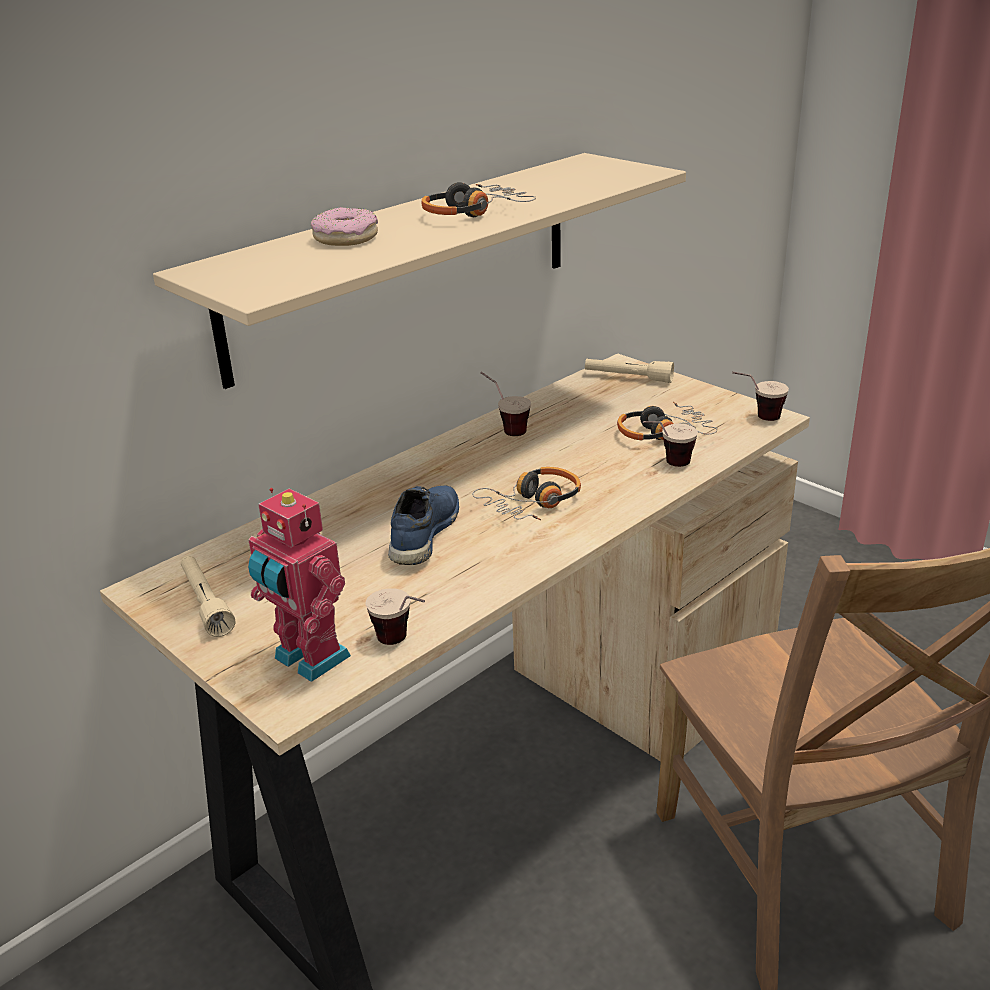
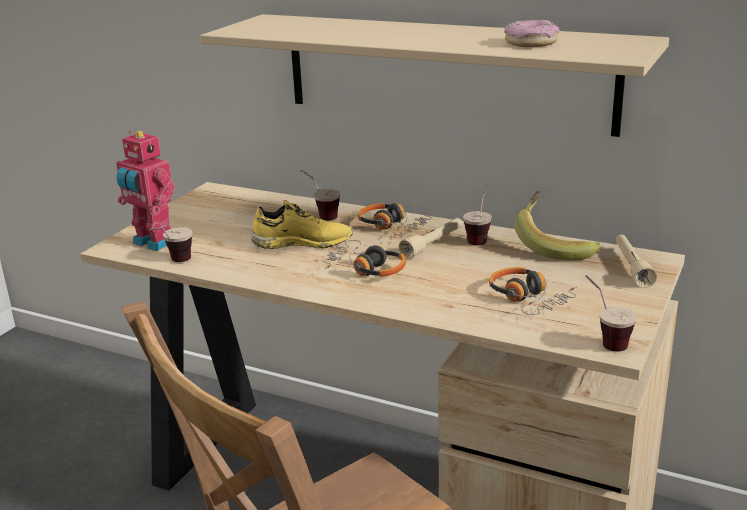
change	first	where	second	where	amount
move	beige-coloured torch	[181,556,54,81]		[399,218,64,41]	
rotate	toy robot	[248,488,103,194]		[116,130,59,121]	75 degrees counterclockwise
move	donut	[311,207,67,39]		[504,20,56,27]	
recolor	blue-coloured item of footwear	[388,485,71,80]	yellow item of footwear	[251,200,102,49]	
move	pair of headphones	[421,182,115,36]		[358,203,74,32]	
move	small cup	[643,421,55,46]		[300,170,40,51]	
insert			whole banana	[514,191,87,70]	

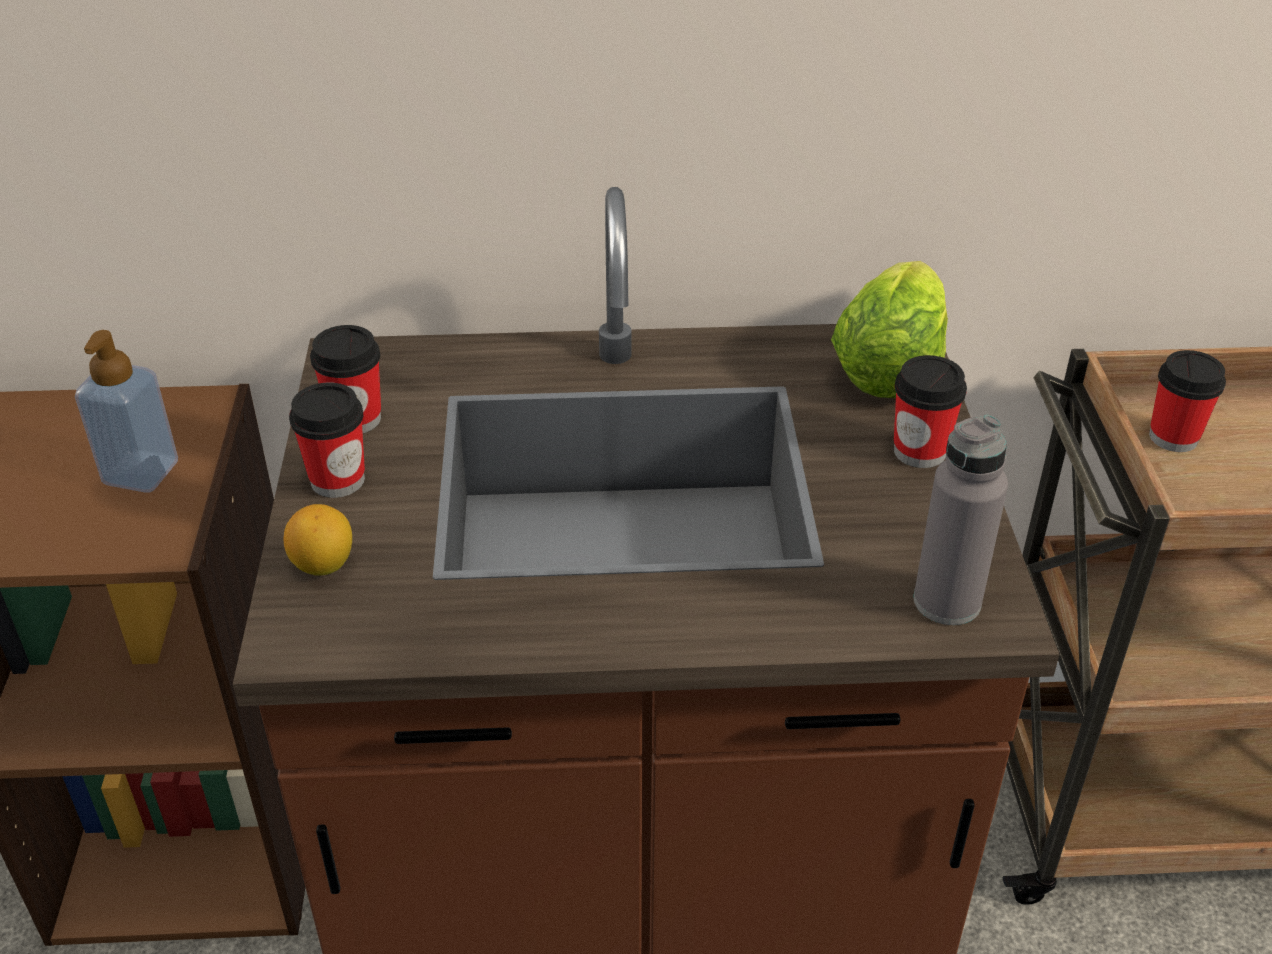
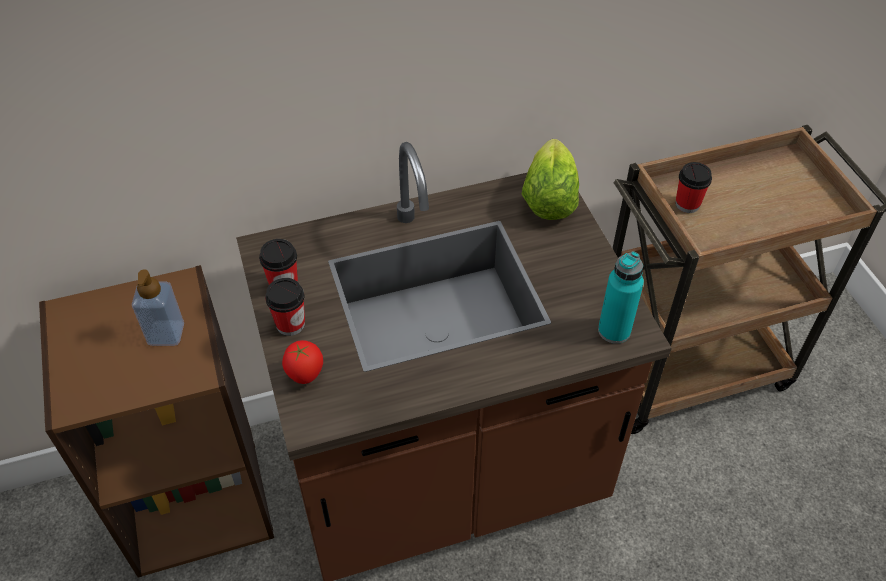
change	first	where	second	where	amount
replace	citrus fruit	[284,504,68,71]	fresh tomato	[282,340,41,44]	
delete	small cup	[894,355,73,113]			
recolor	greyish bottle	[914,415,94,210]	blue-green bottle	[598,251,46,93]	

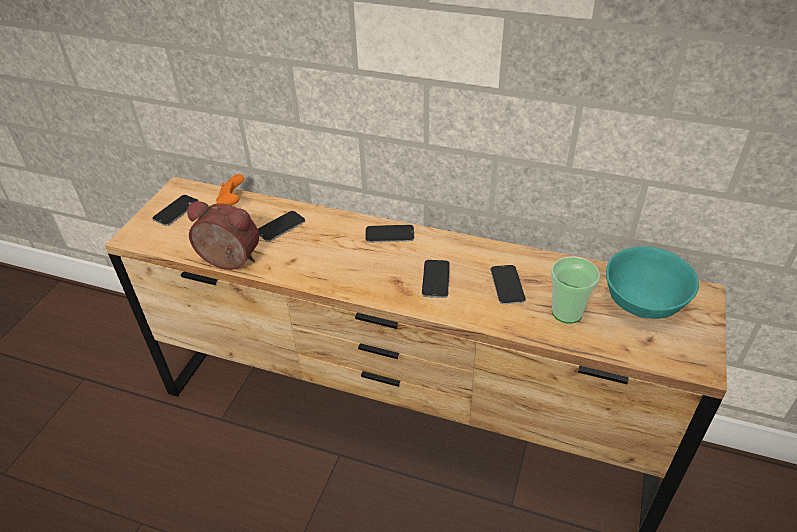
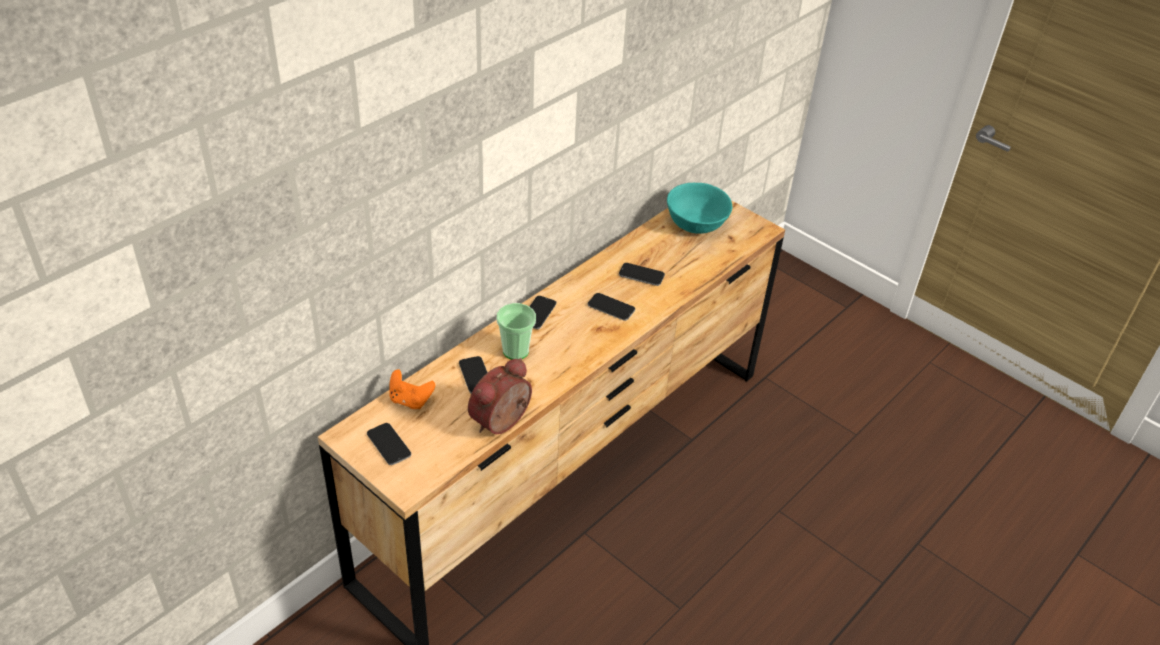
change	first	where	second	where	amount
move	small cup	[551,257,49,67]		[497,303,39,57]	

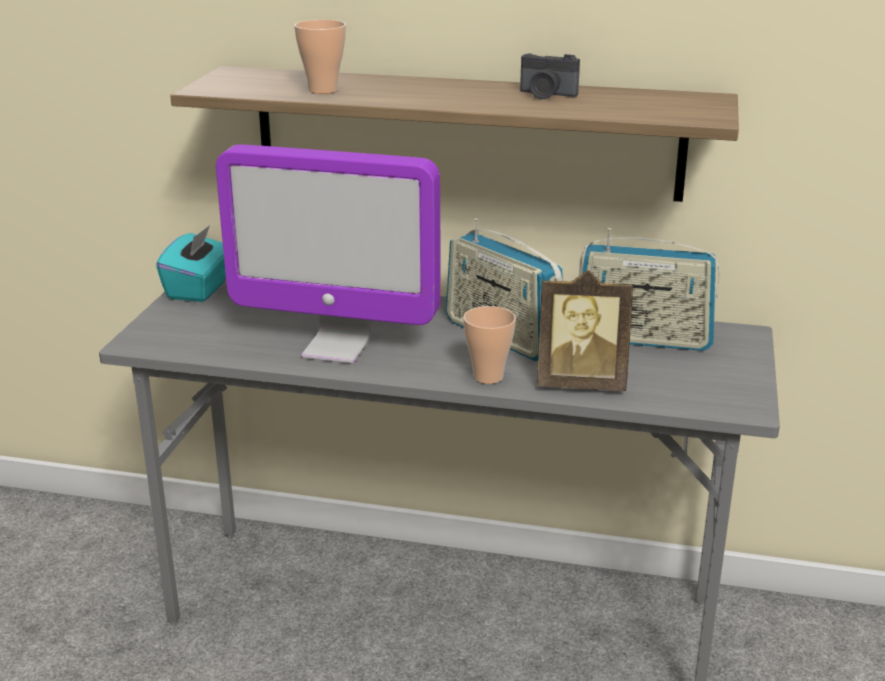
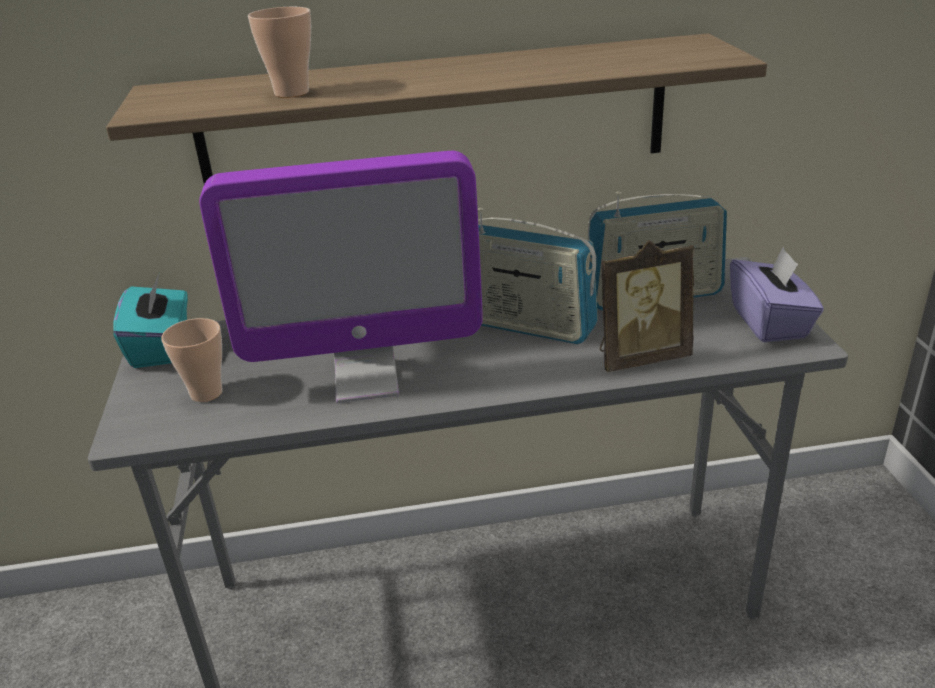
change	first	where	second	where	amount
move	small cup	[463,306,53,78]		[161,318,62,84]	
delete	still camera	[520,53,60,46]			
insert			purplish tissue box	[730,247,94,95]	

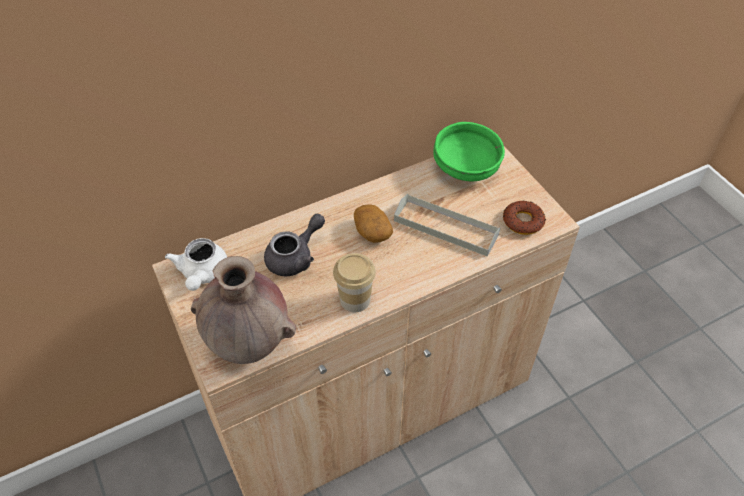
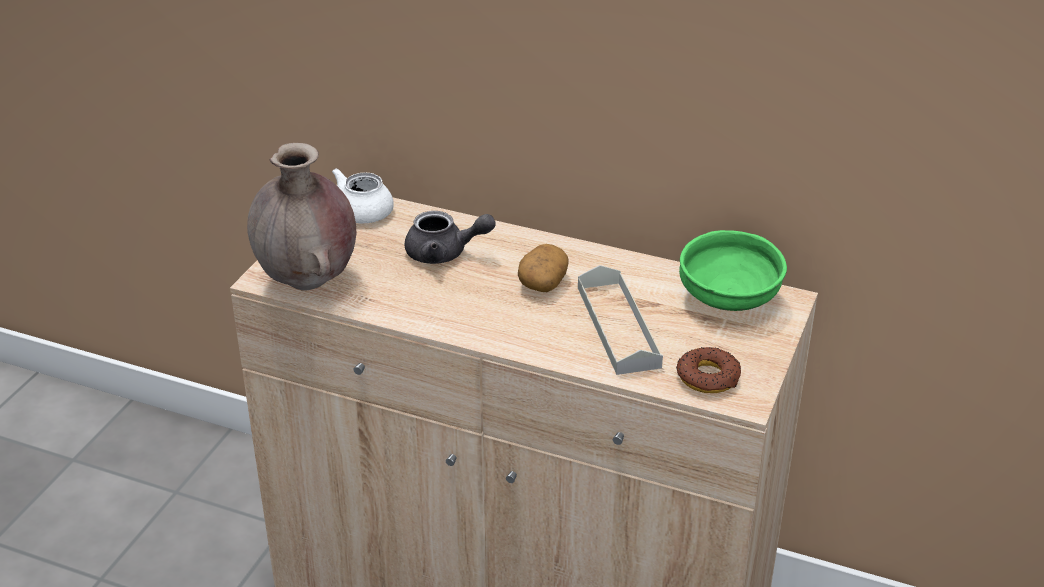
change	first	where	second	where	amount
delete	small cup	[333,253,43,59]			

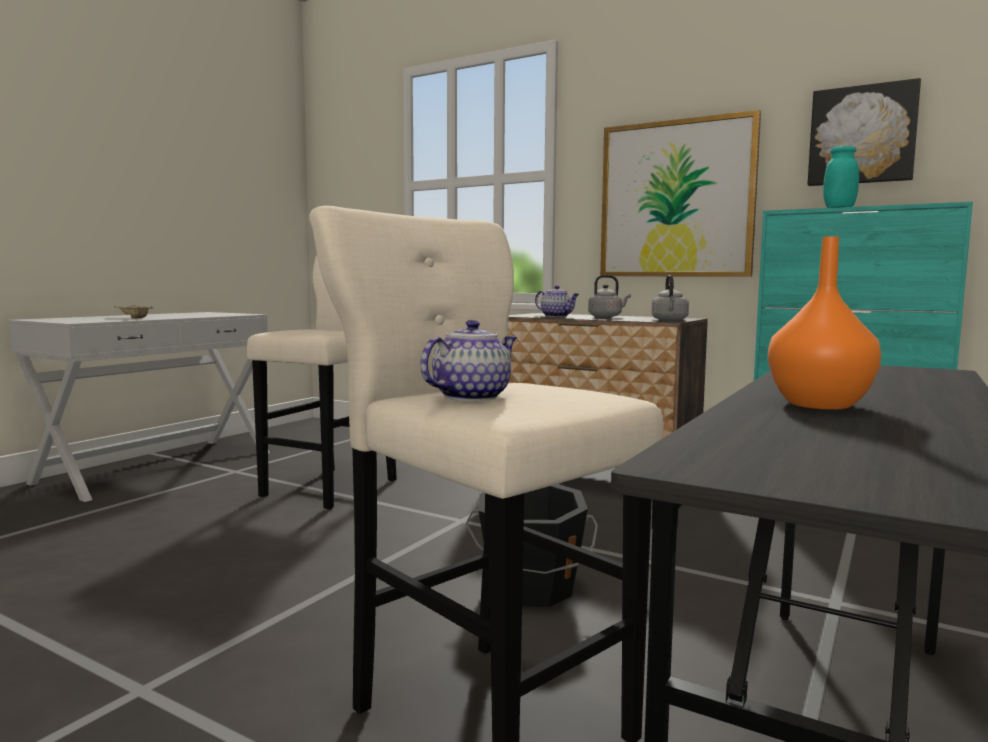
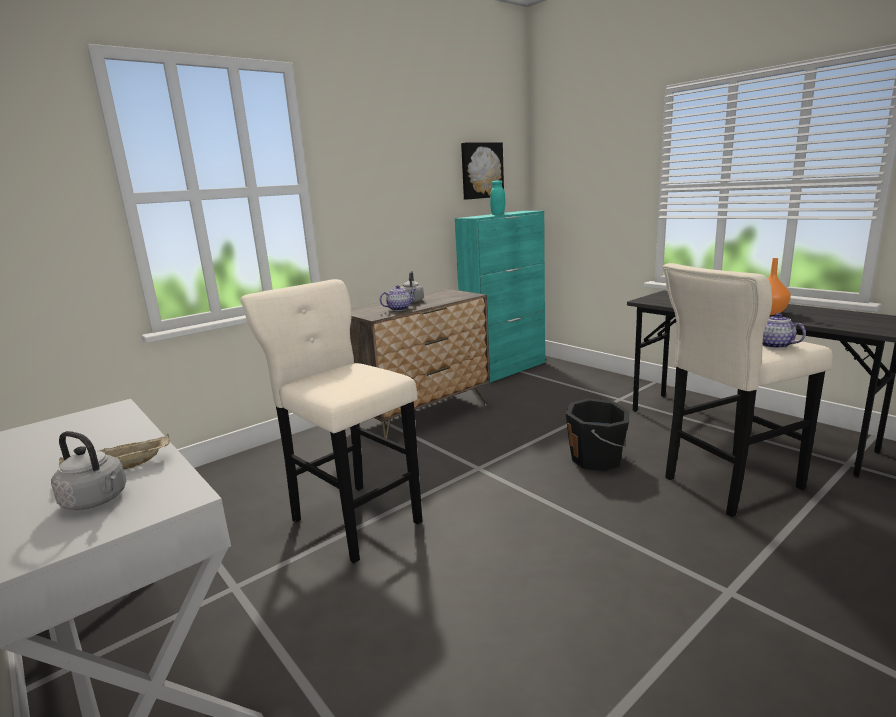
change	first	where	second	where	amount
delete	wall art	[600,110,161,167]			
move	greyish water kettle	[652,275,37,46]		[51,431,75,79]	

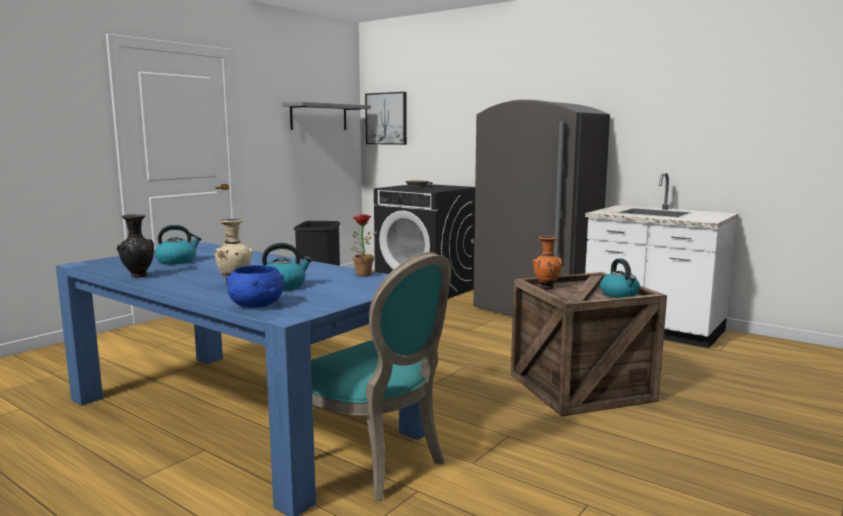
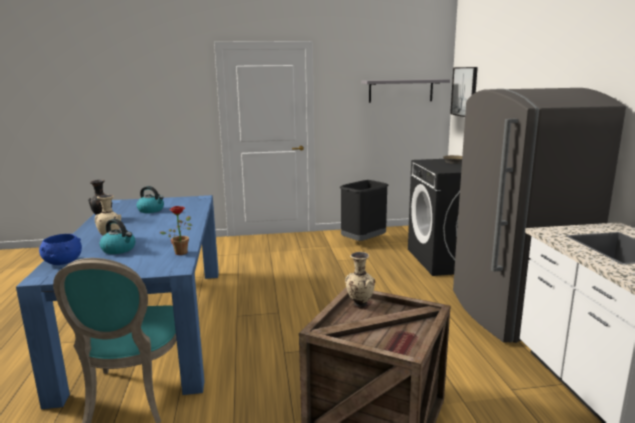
change	first	where	second	where	amount
recolor	orange-coloured flower vase	[533,235,29,54]	beige-coloured flower vase	[345,252,30,56]	
delete	water kettle	[600,259,40,39]			

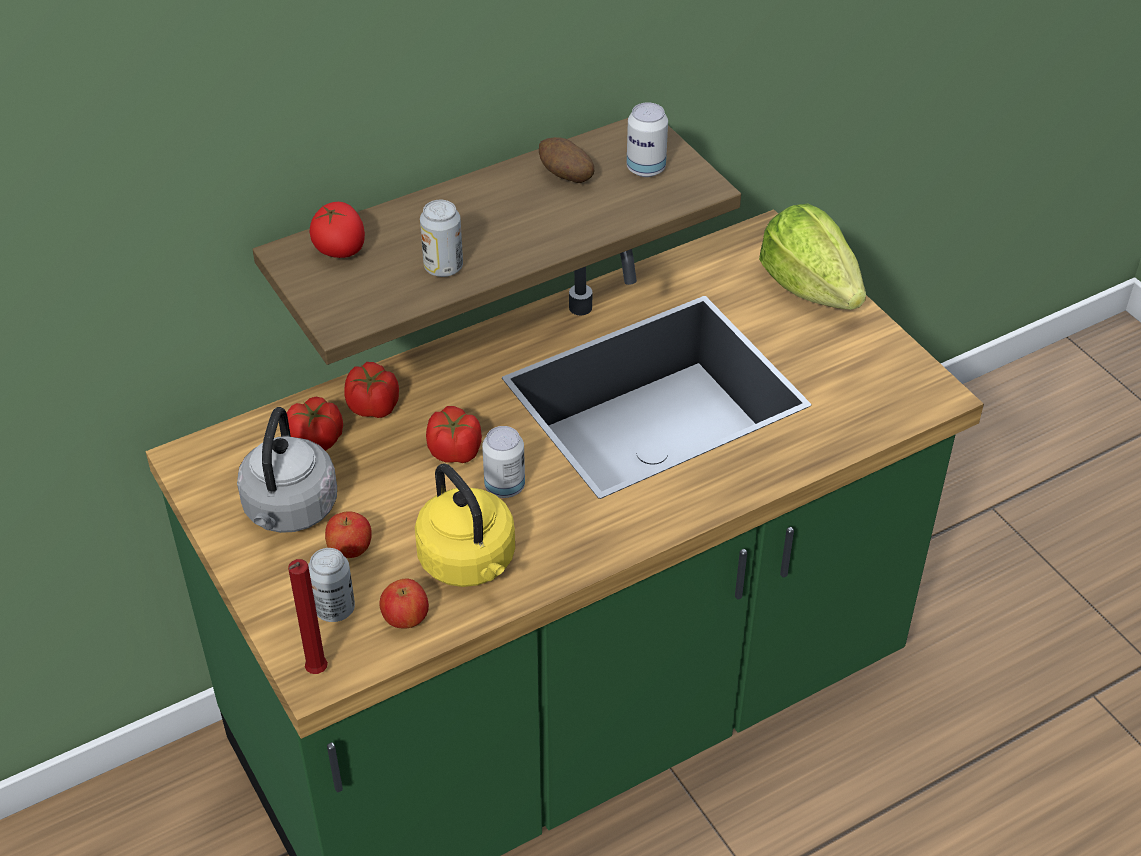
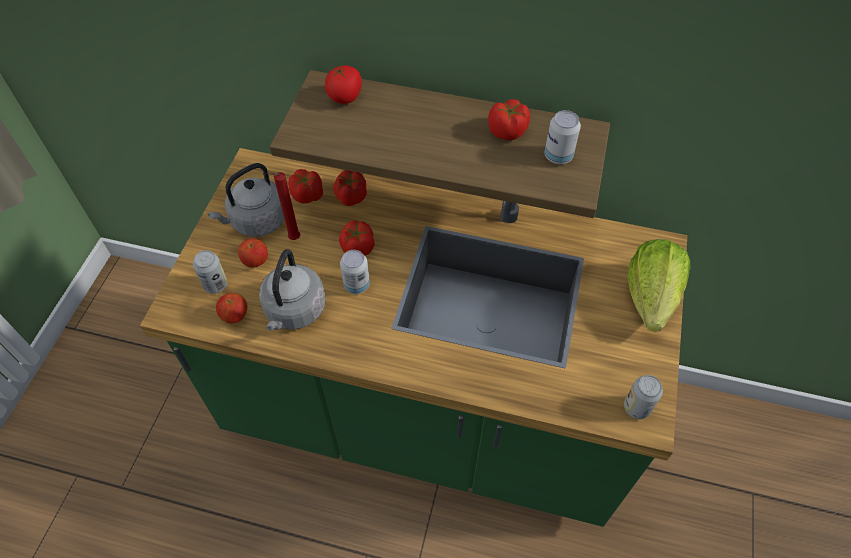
change	first	where	second	where	amount
move	red wax candle	[288,559,40,115]		[267,172,33,68]	
recolor	yellow water kettle	[415,463,100,124]	greyish water kettle	[259,249,67,81]	
move	metal can	[420,200,43,77]		[624,375,39,44]	
replace	potato	[539,137,55,46]	fresh tomato	[488,99,42,41]	

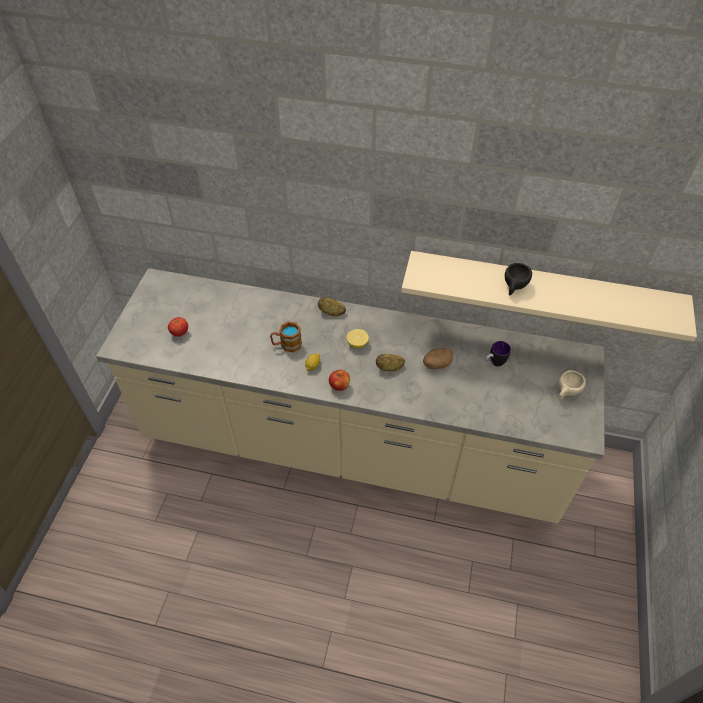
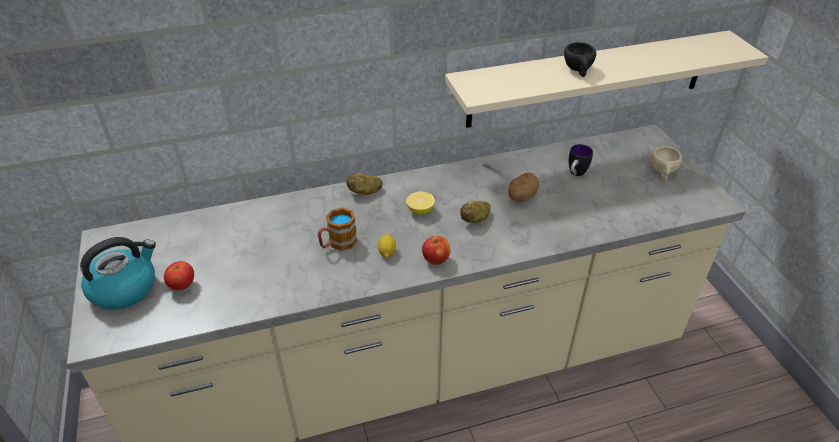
change	first	where	second	where	amount
insert			water kettle	[80,237,76,73]	

